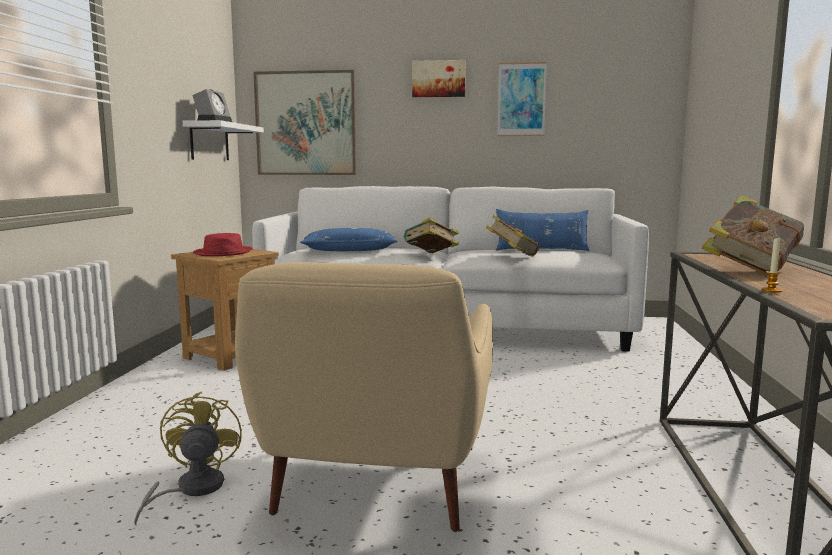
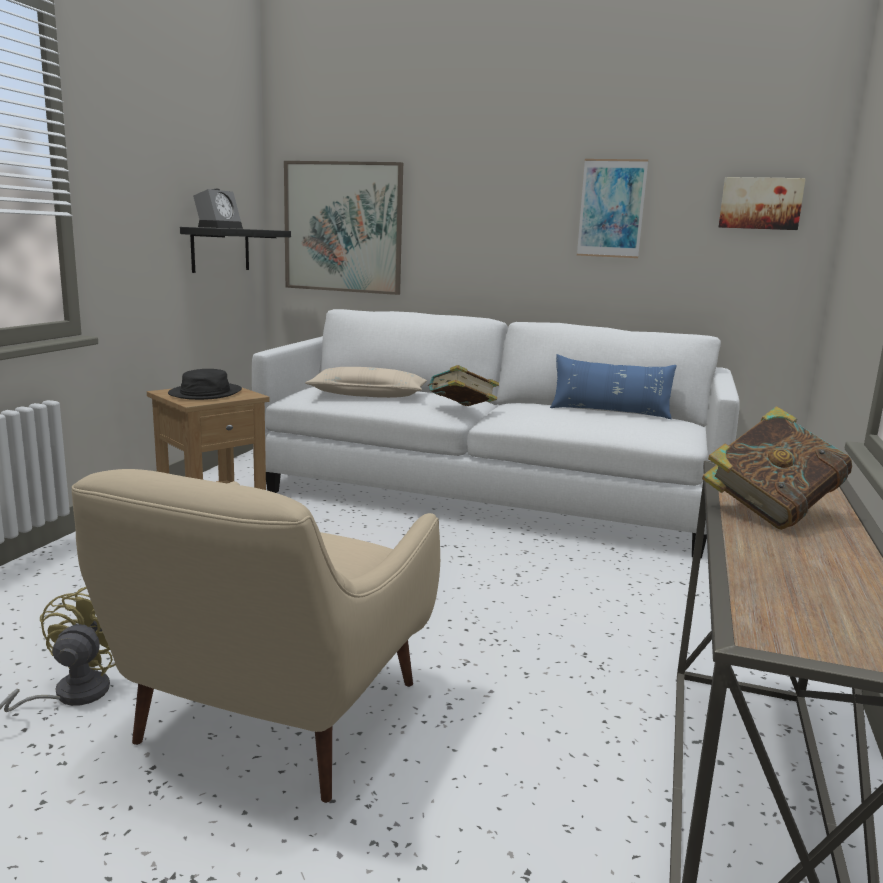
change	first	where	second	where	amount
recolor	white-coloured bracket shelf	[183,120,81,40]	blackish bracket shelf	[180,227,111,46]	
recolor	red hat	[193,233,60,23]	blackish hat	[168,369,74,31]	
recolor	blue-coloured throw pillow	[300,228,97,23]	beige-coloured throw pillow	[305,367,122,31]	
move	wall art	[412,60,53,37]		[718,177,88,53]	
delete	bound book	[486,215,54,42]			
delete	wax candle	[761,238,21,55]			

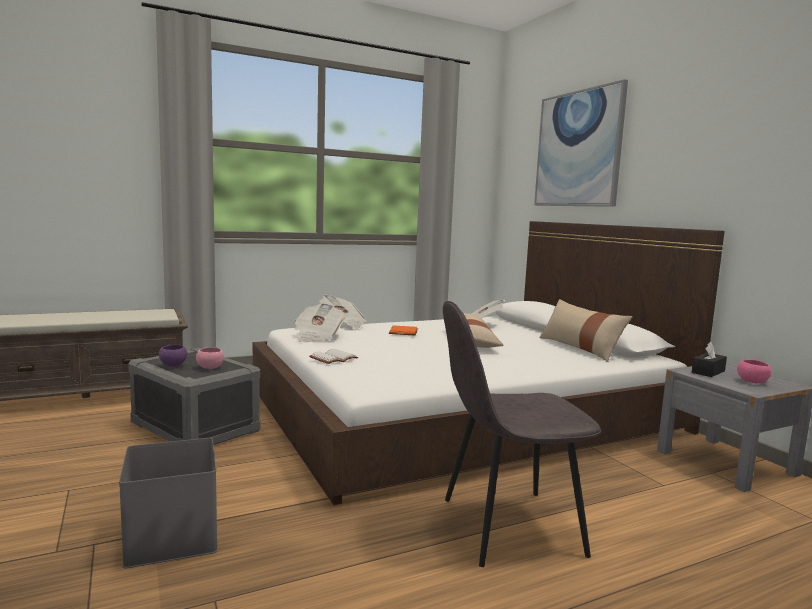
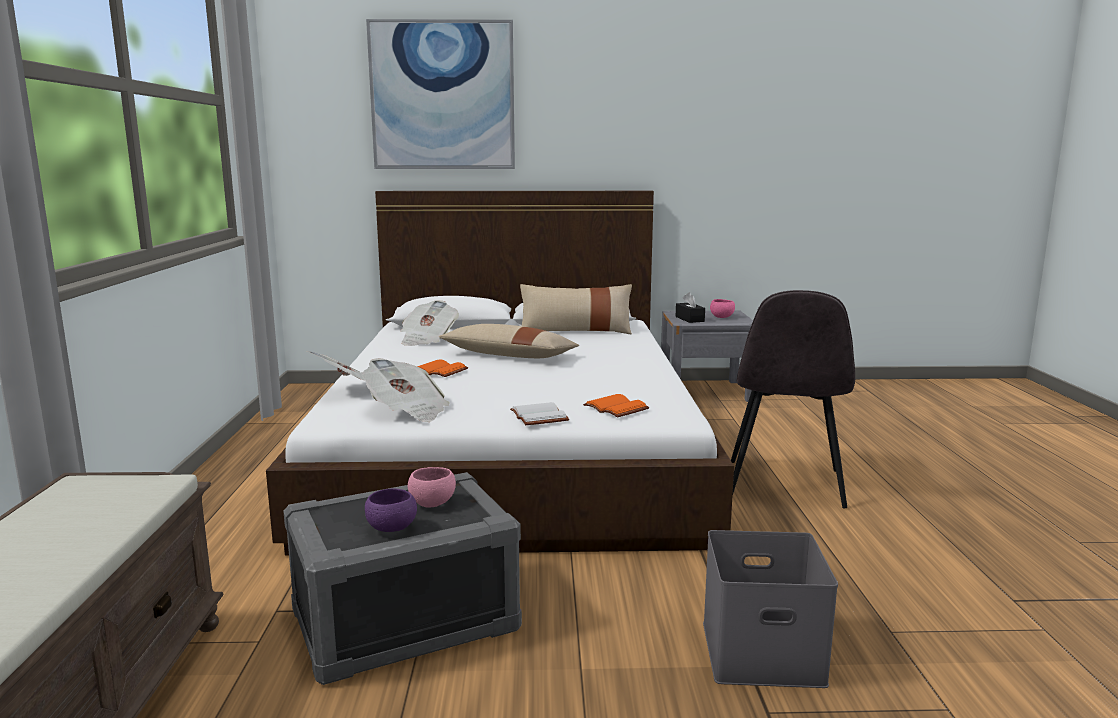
change	first	where	second	where	amount
insert			orange-coloured bound book	[583,394,66,23]	

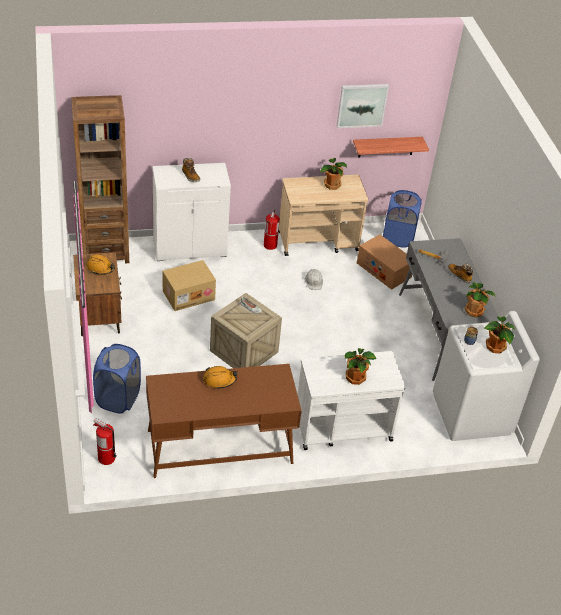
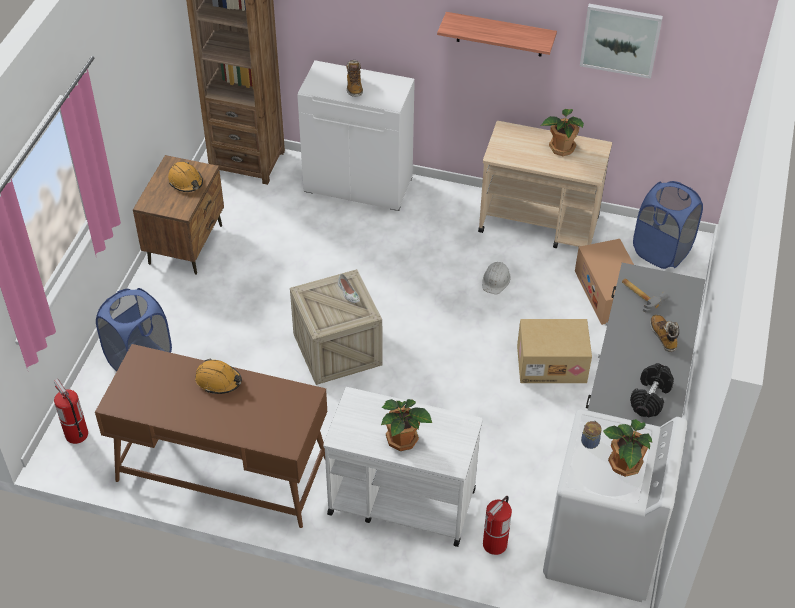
change	first	where	second	where	amount
move	carton	[163,260,53,51]		[517,319,75,64]	
move	fire-fighting cylinder	[264,210,16,40]		[483,496,29,59]	
move	bracket shelf	[353,137,76,20]		[437,12,120,44]	
replace	houseplant	[465,282,31,35]	blackish free weight	[630,363,44,54]	

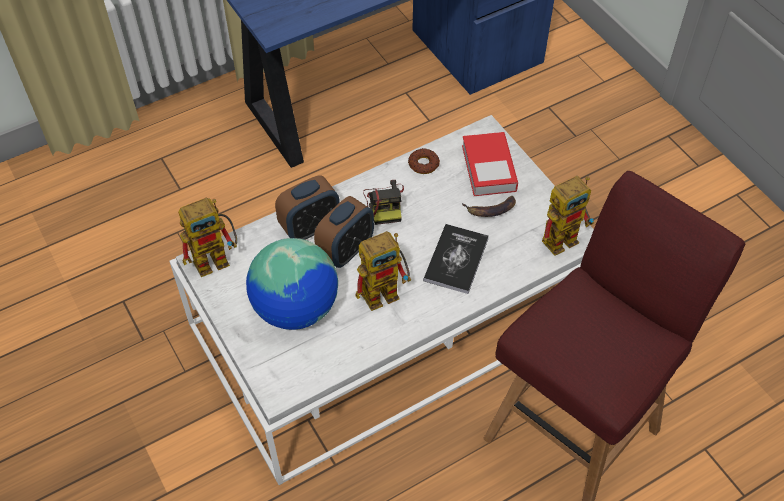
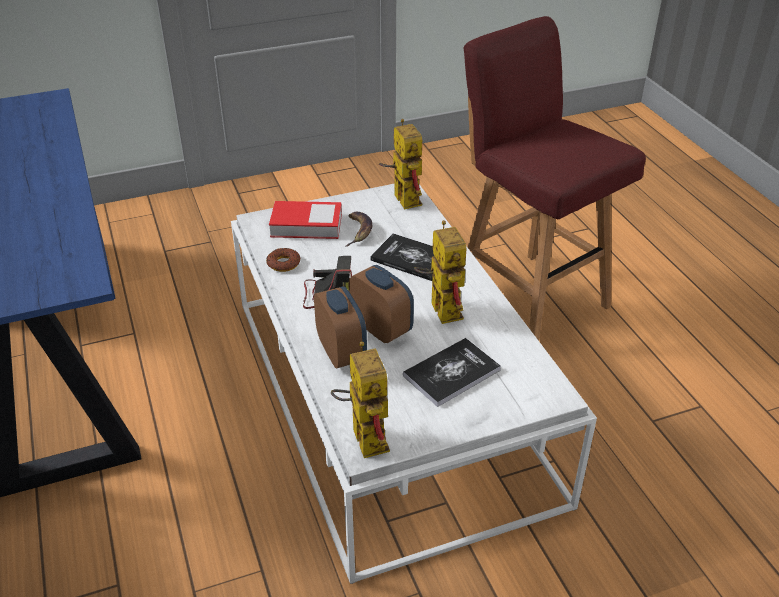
change	first	where	second	where	amount
replace	world globe	[246,238,92,92]	bound book	[403,338,98,69]	

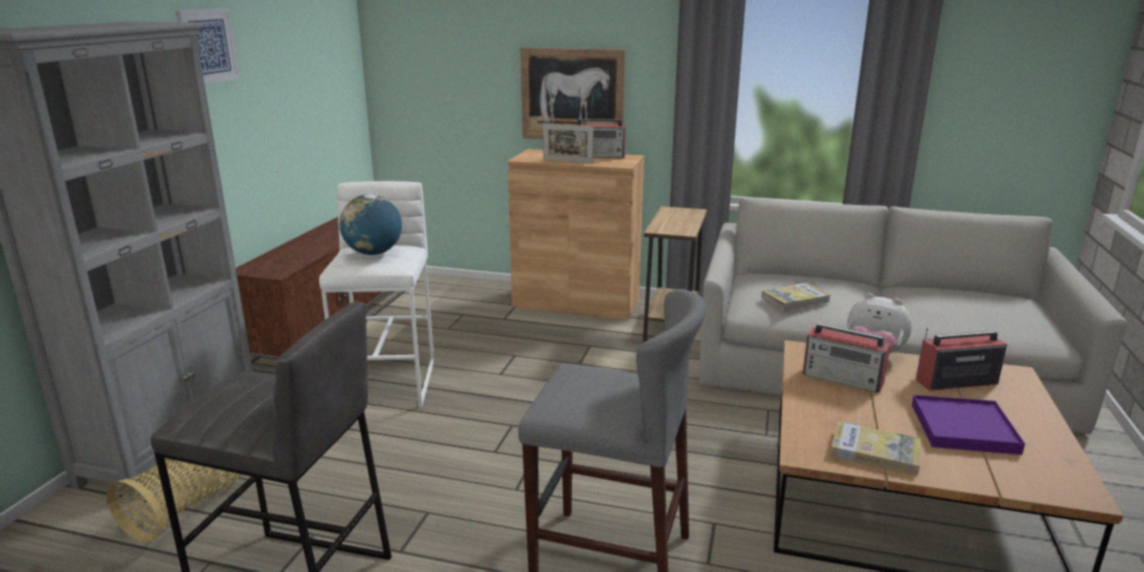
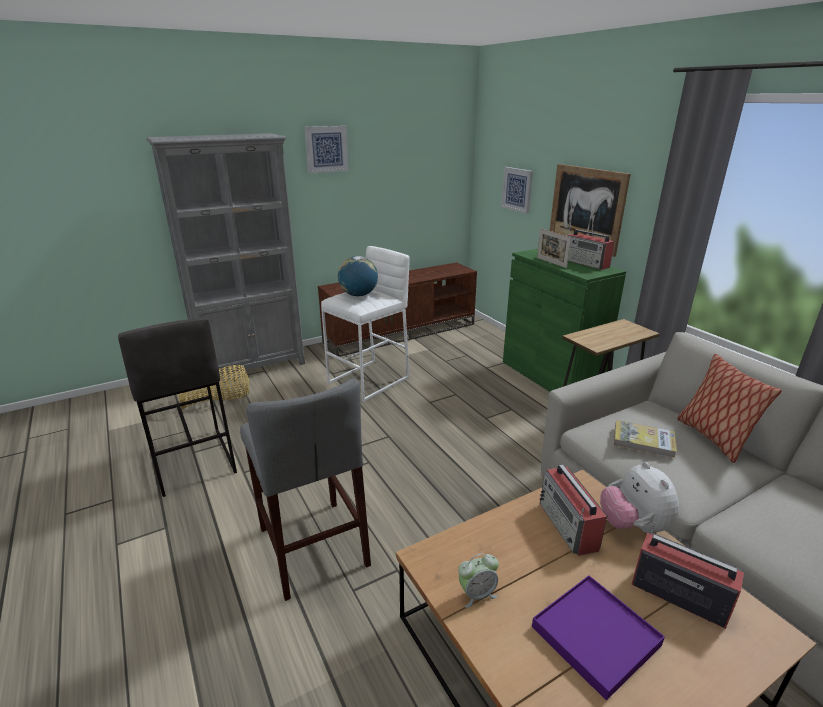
change	first	where	second	where	amount
recolor	brown cupboard	[507,149,137,171]	green-coloured cupboard	[503,249,123,143]	
replace	bound book	[830,421,91,55]	bedside clock	[458,553,41,55]	
insert			wall art	[501,167,32,47]	
insert			throw pillow	[677,354,105,109]	

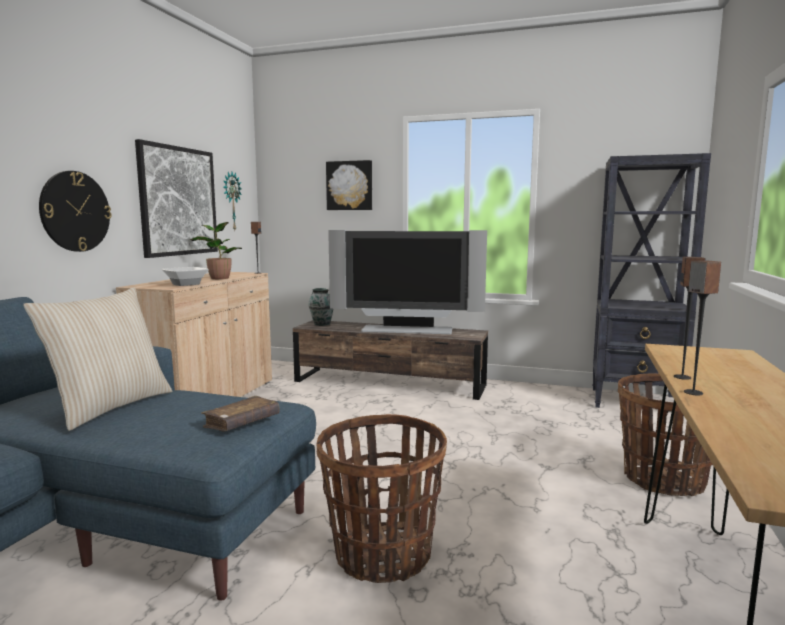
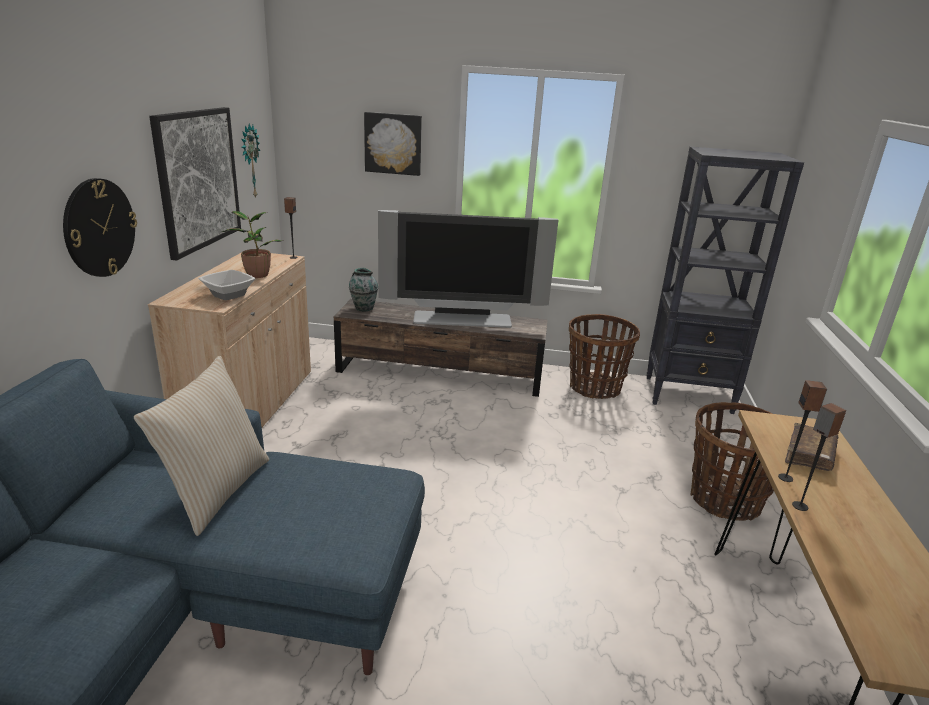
change	first	where	second	where	amount
move	brown bound book	[201,396,78,35]		[785,423,53,48]	
move	household basket	[316,414,131,169]		[569,314,71,85]	

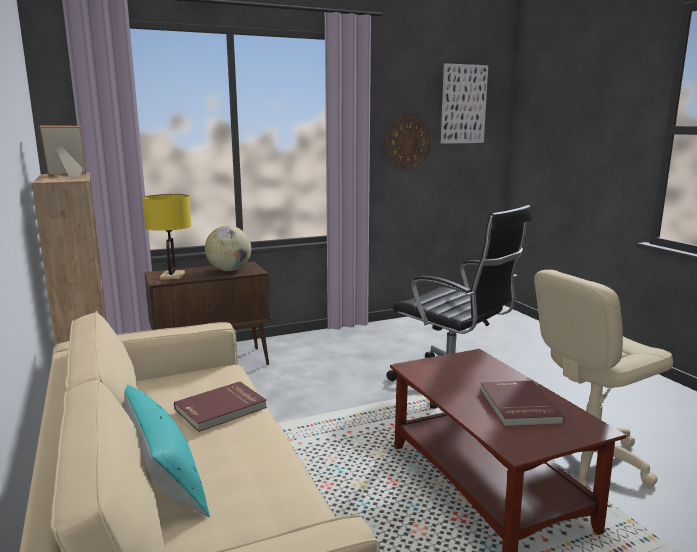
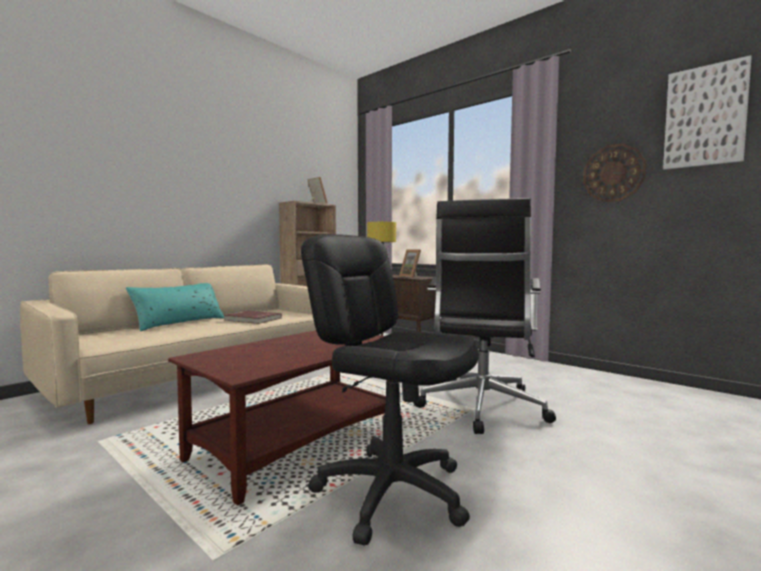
change	first	where	second	where	amount
replace	world globe	[205,226,46,45]	picture frame	[399,250,22,28]	
delete	red bound book	[480,381,85,46]			
recolor	beige-coloured computer chair	[534,270,139,218]	blackish computer chair	[301,234,178,312]	

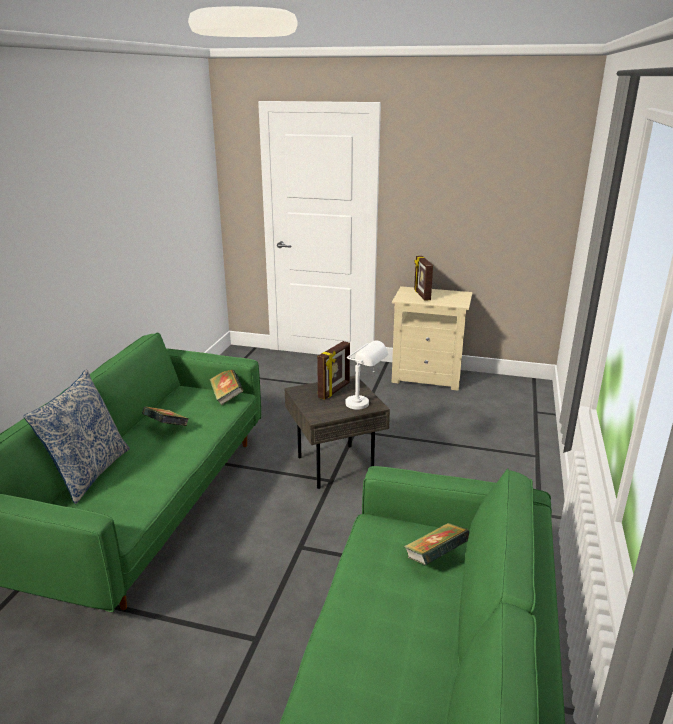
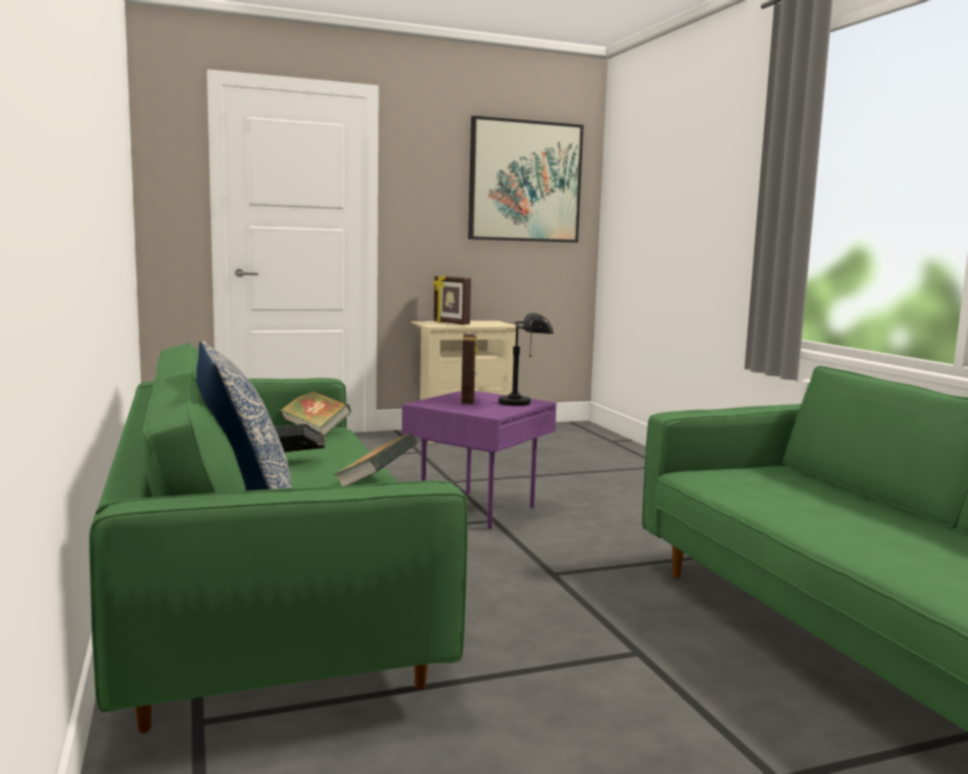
change	first	where	second	where	amount
recolor	greyish accent table	[285,376,105,113]	purplish accent table	[402,391,154,138]	
recolor	white-coloured tabletop lamp	[345,340,43,70]	blackish tabletop lamp	[499,313,55,93]	
move	bound book	[403,523,67,42]		[334,433,83,53]	
insert			wall art	[468,116,116,127]	

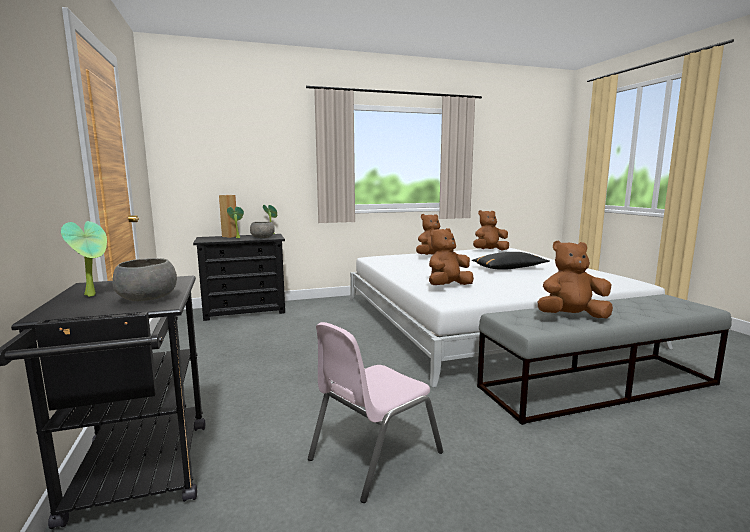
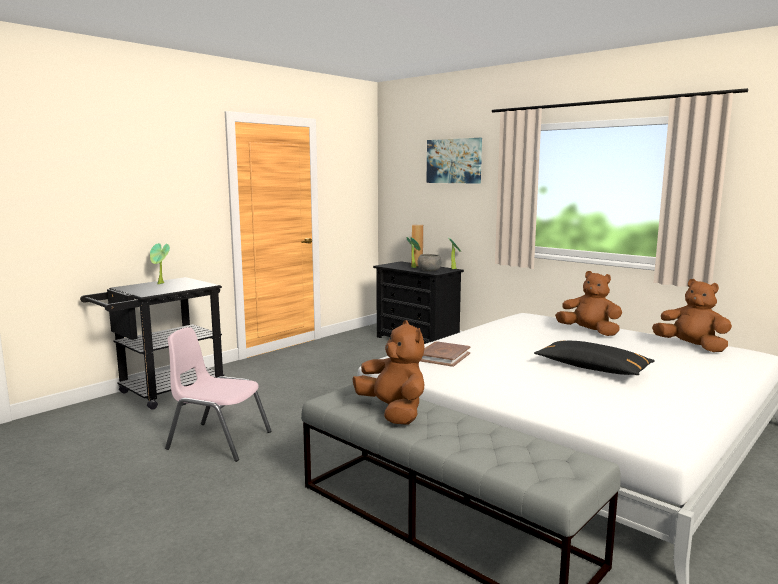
change	first	where	second	where	amount
delete	greyish bowl	[112,258,65,43]			
replace	brown plush toy	[429,228,45,57]	brown bound book	[420,341,50,26]	
insert			wall art	[426,138,56,46]	

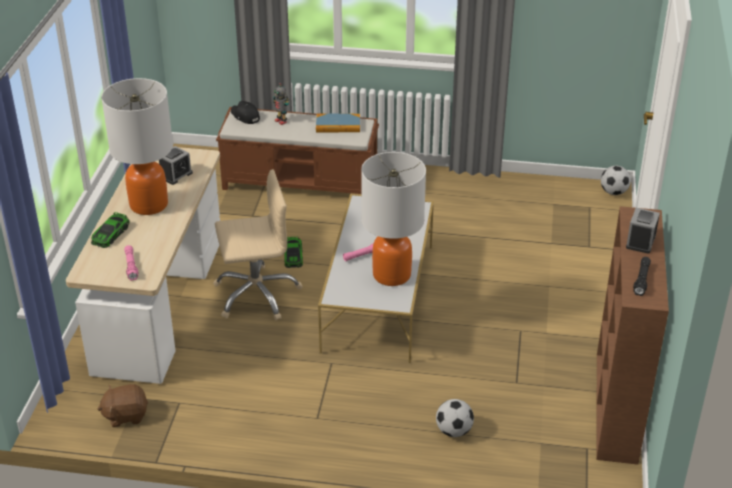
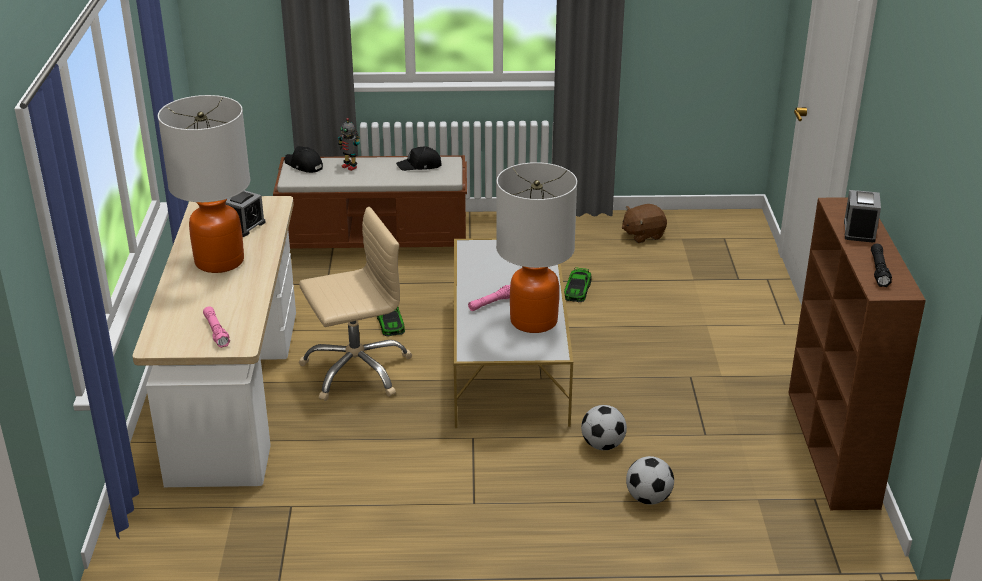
change	first	where	second	where	amount
move	toy car	[91,212,39,36]		[564,267,27,35]	
move	brown plush toy	[97,384,51,43]		[622,204,45,39]	
replace	bound book	[316,113,44,19]	blackish baseball cap	[396,146,45,25]	
move	football	[601,166,30,29]		[581,405,46,45]	

